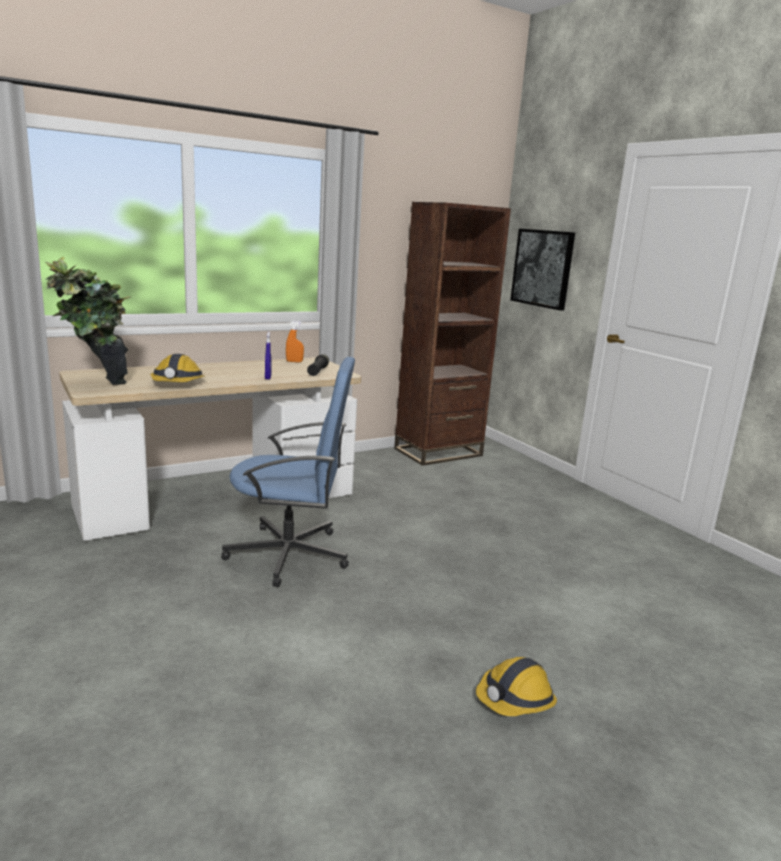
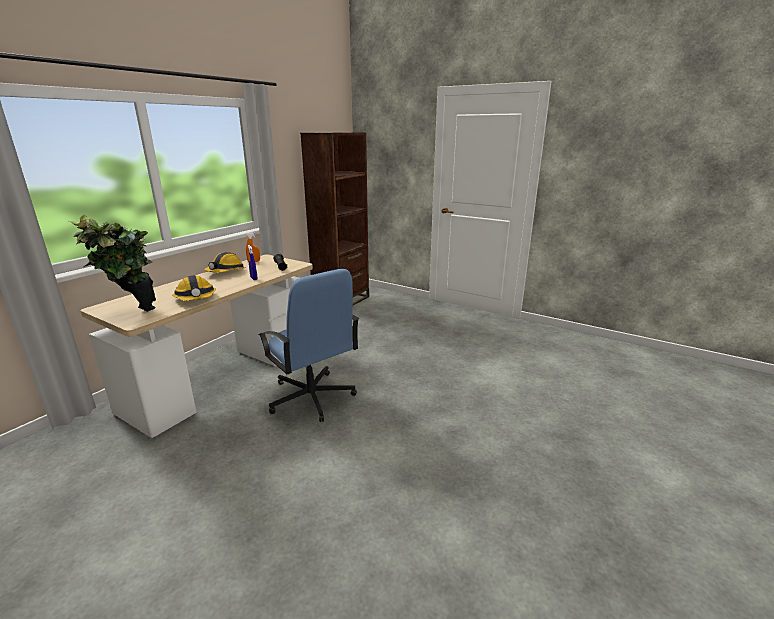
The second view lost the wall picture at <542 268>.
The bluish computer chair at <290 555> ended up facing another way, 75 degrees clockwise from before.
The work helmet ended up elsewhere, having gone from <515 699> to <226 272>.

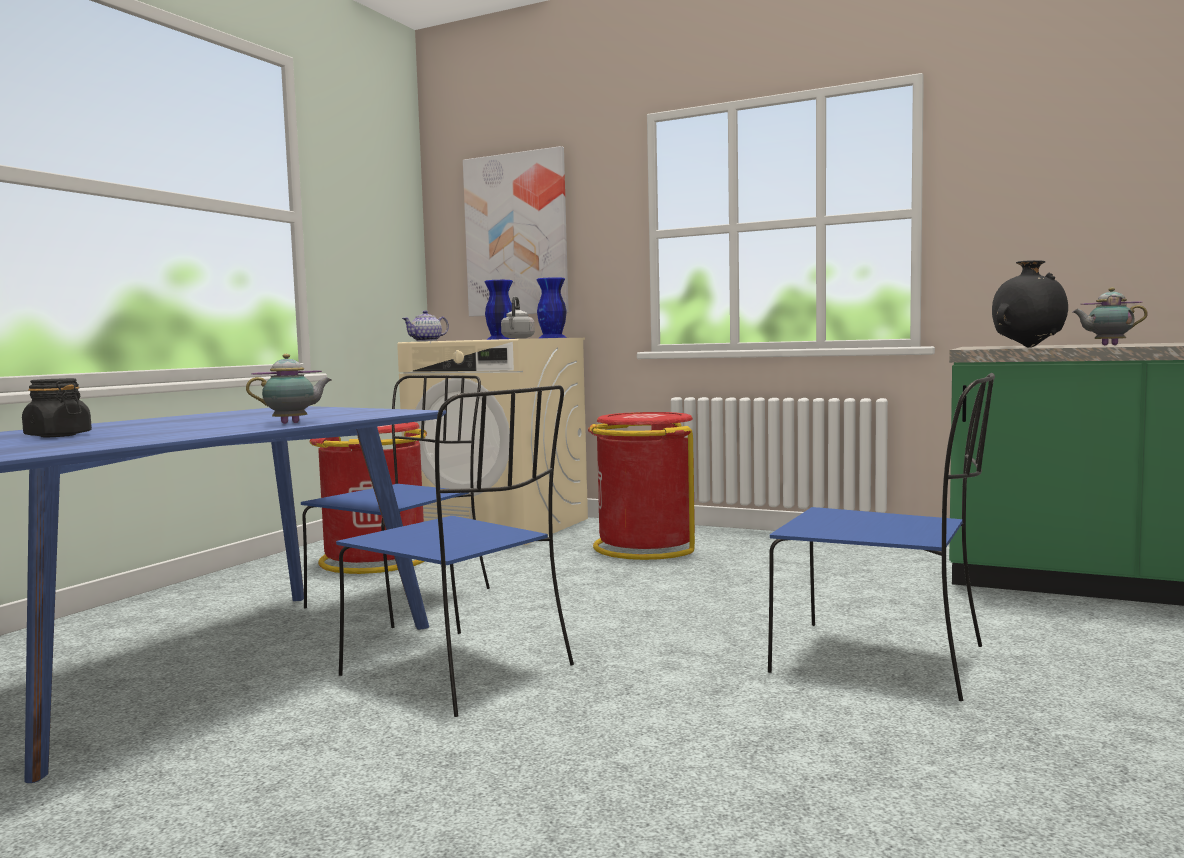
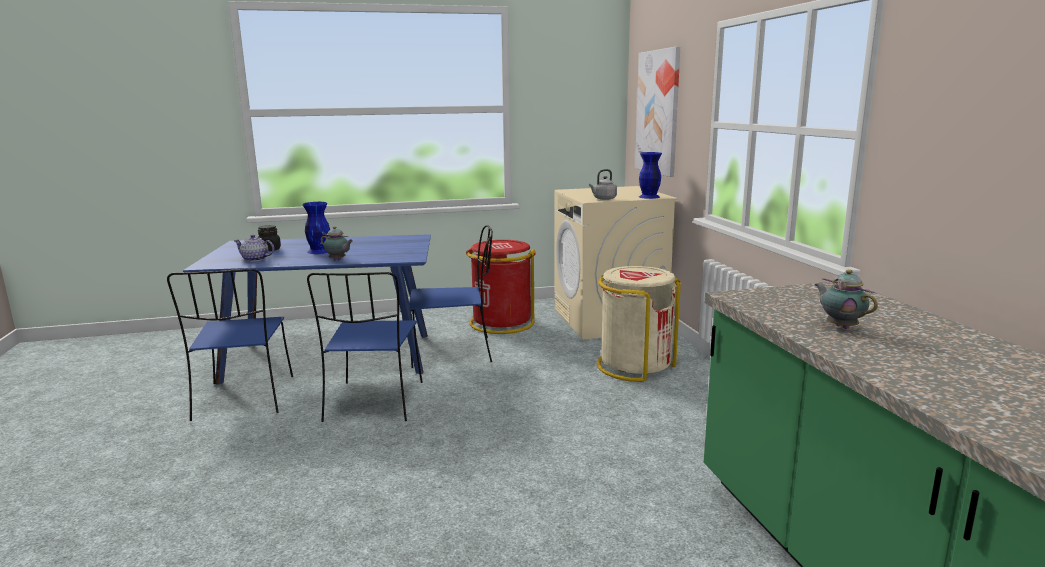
The second view lost the black decorative vase at <1028 347>.
The bluish decorative vase ended up elsewhere, having gone from <500 339> to <319 251>.
The pot for tea ended up elsewhere, having gone from <427 341> to <255 259>.
The bluish plain chair ended up elsewhere, having gone from <884 661> to <244 399>.
What was the reddish trash can at <645 547> turned into the sand-coloured trash can at <634 366>.

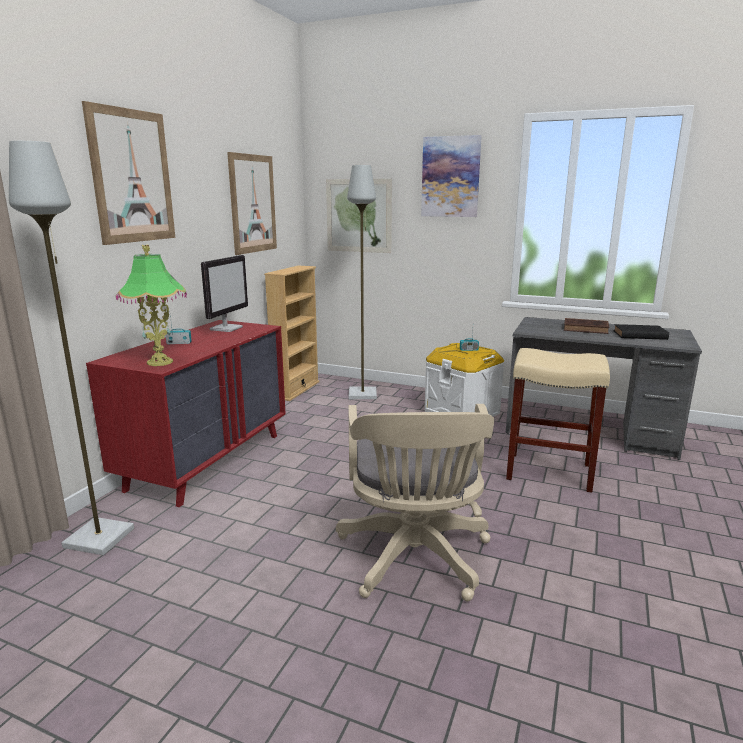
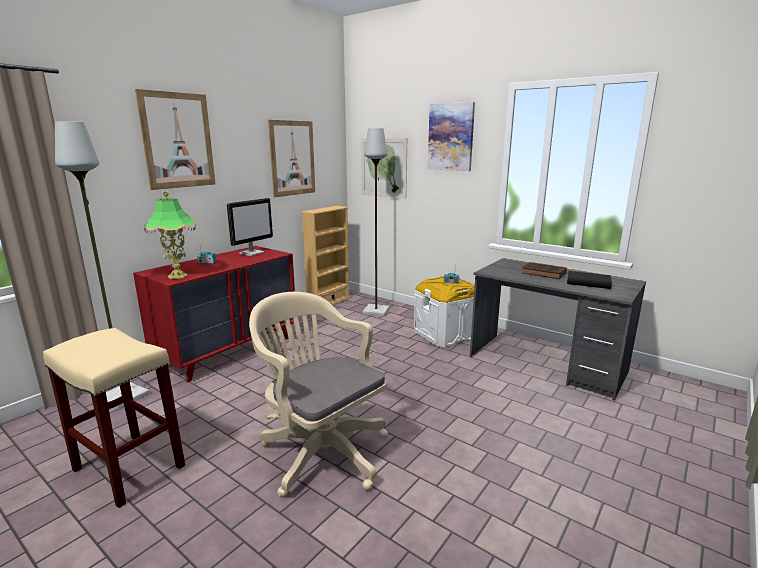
The sand-coloured sitting stool ended up elsewhere, having gone from <547 472> to <127 468>.
The sand-coloured computer chair at <415 560> ended up facing another way, 120 degrees clockwise from before.

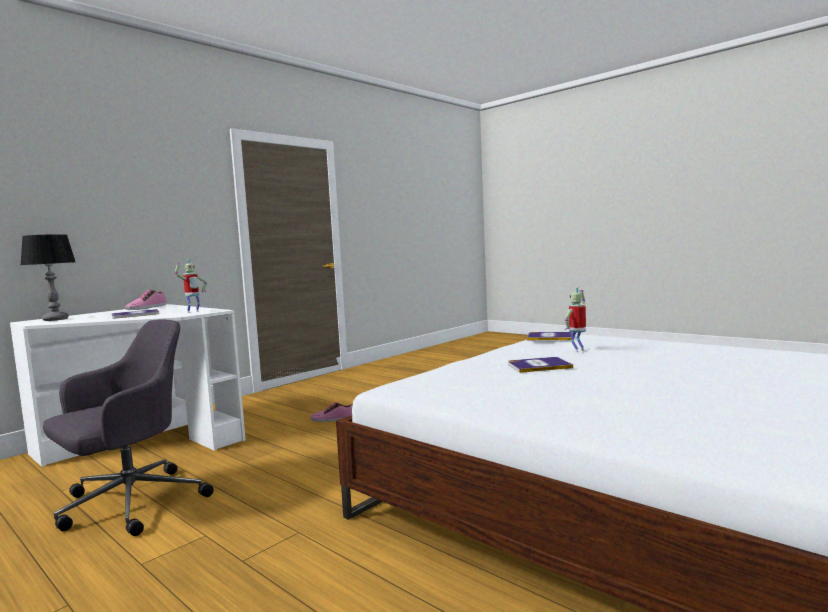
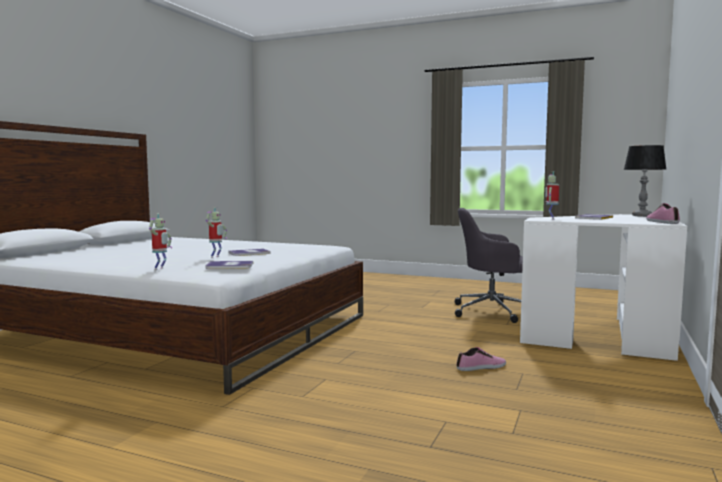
The greyish computer chair at <129 504> ended up facing another way, 75 degrees clockwise from before.
The second view gained the model robot at <160 269>.

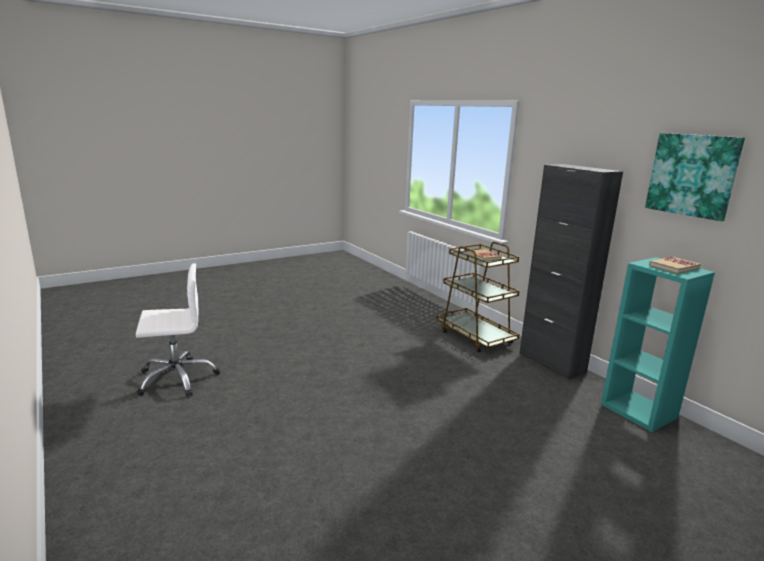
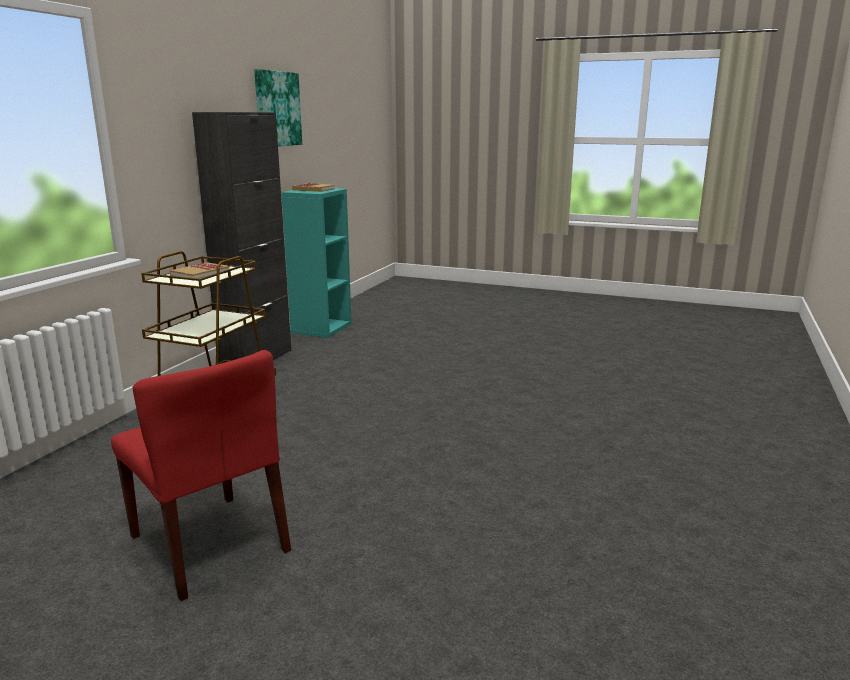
The second view lost the white computer chair at <177 378>.
The second view gained the reddish plain chair at <210 544>.

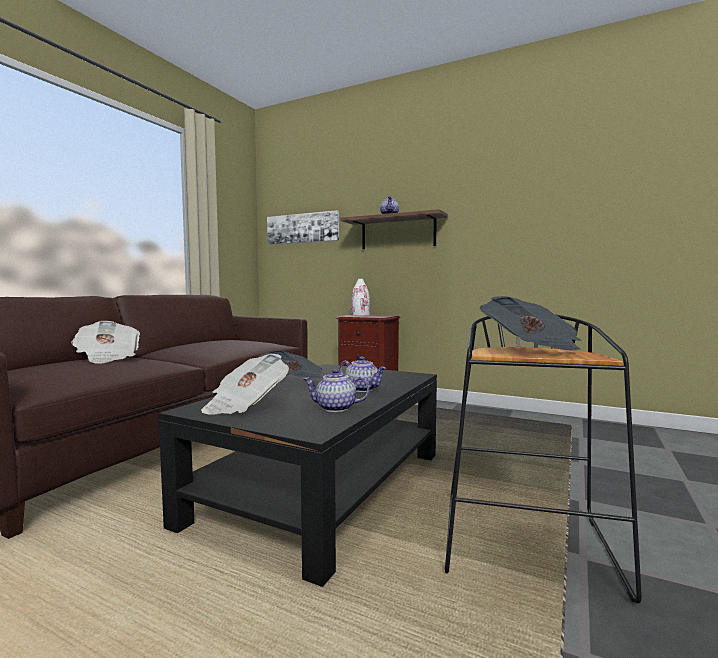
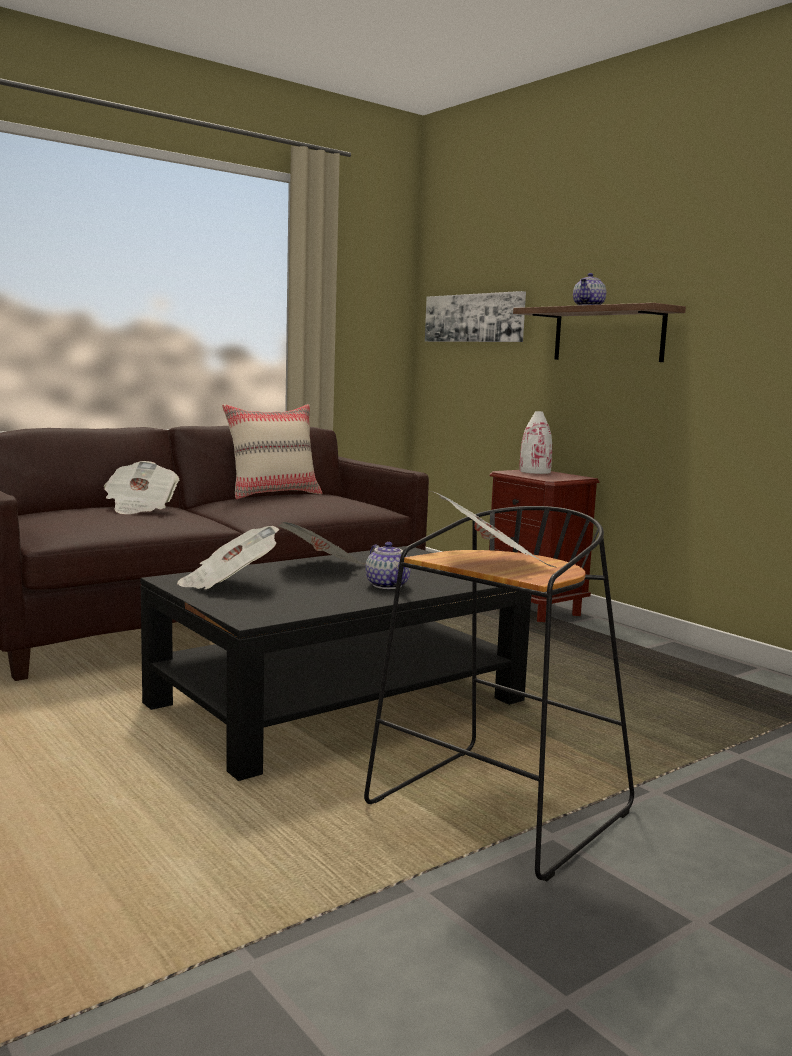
The second view lost the pot for tea at <335 408>.
The second view gained the sand-coloured throw pillow at <273 494>.

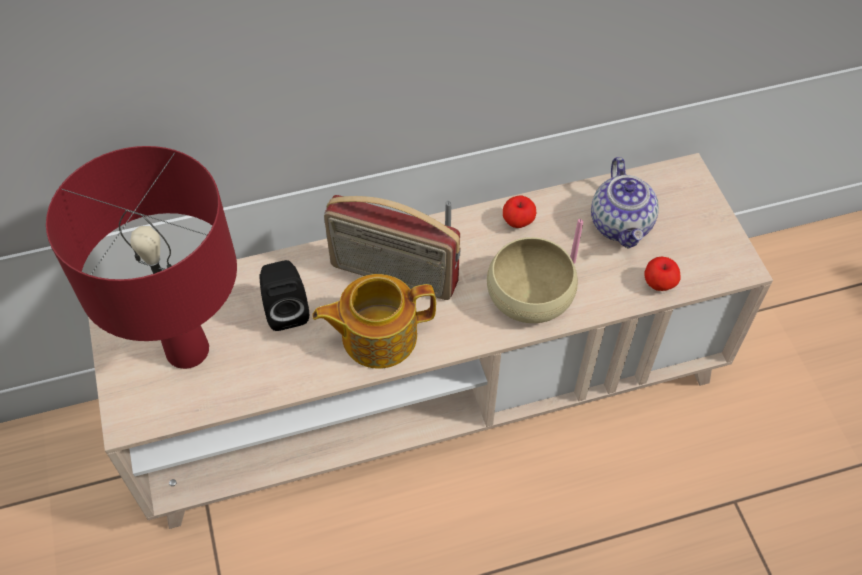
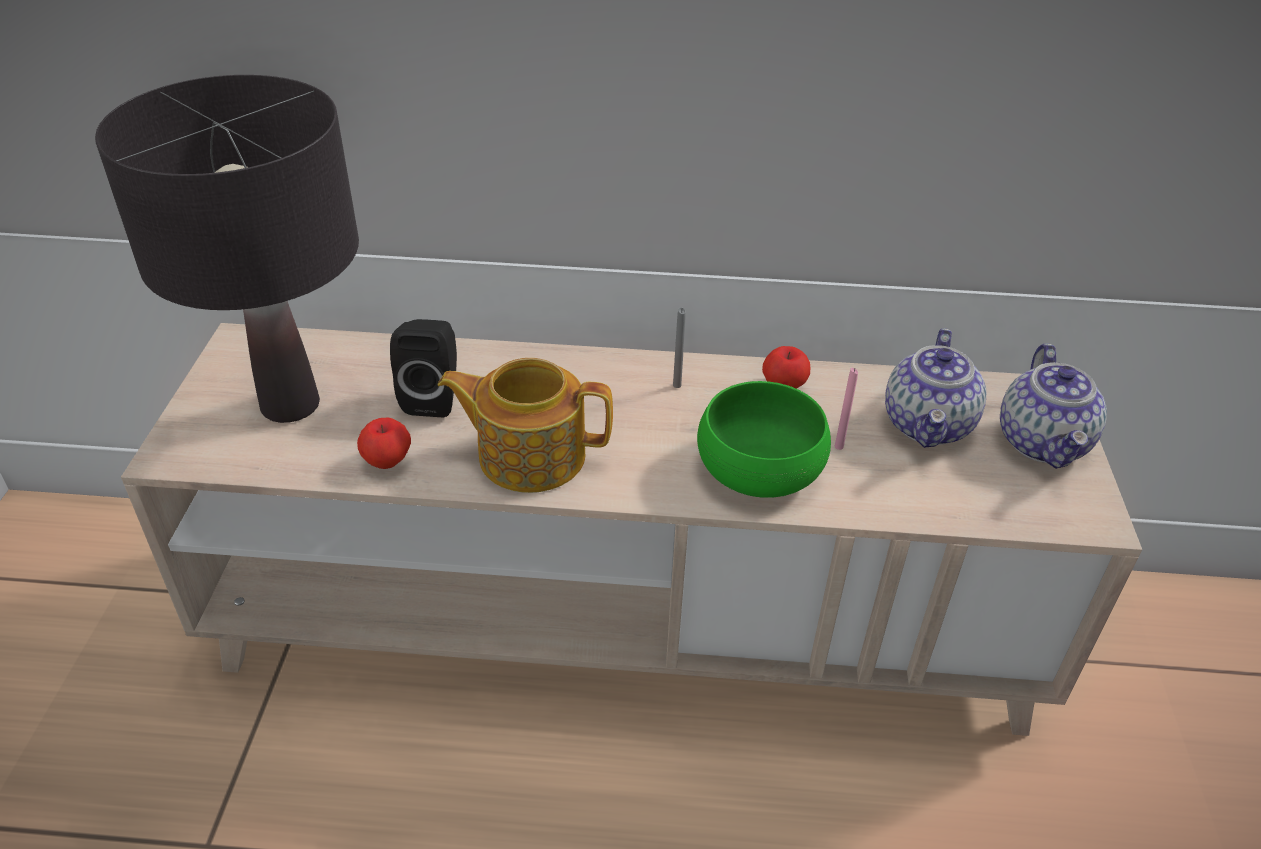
What was the reddish table lamp at <187 350> turned into the black table lamp at <290 404>.
The second view lost the radio at <393 276>.
What was the sand-coloured serving bowl at <529 296> turned into the green serving bowl at <759 468>.
The apple ended up elsewhere, having gone from <659 283> to <387 461>.
The second view gained the pot for tea at <1043 443>.

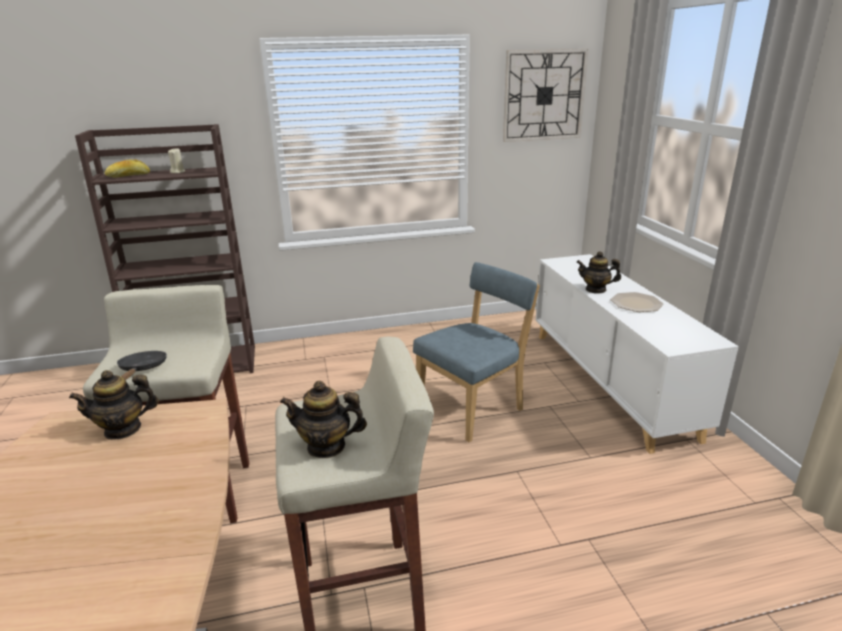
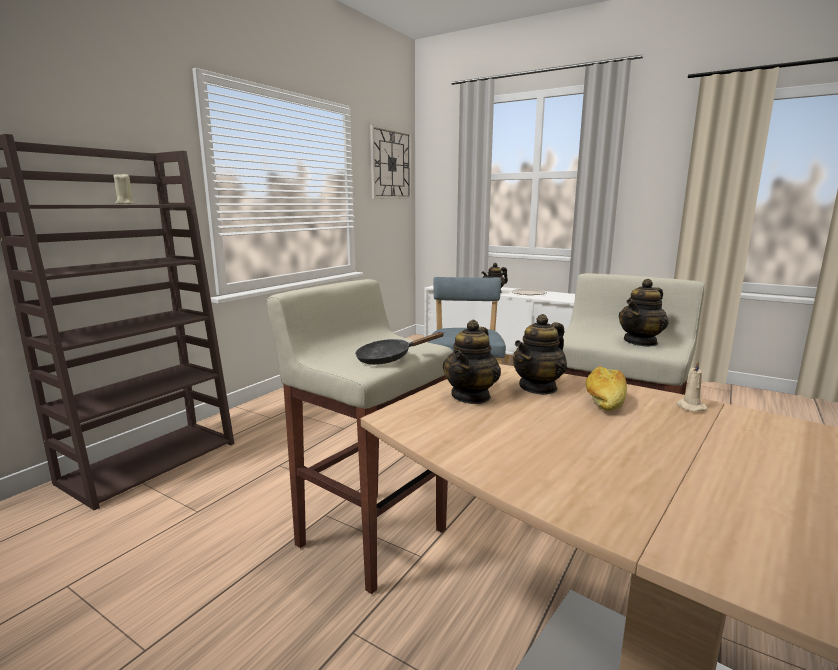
The bakery bread ended up elsewhere, having gone from <128 176> to <603 400>.
The black frying pan at <142 369> ended up facing another way, 60 degrees counterclockwise from before.
The second view gained the pot for tea at <538 387>.
The second view gained the sand-coloured wax candle at <689 407>.

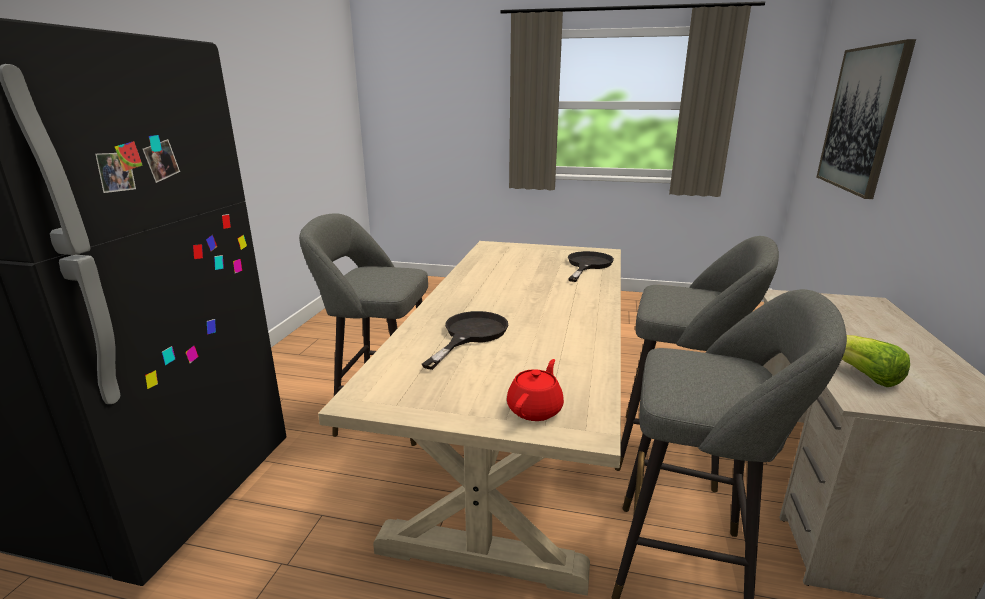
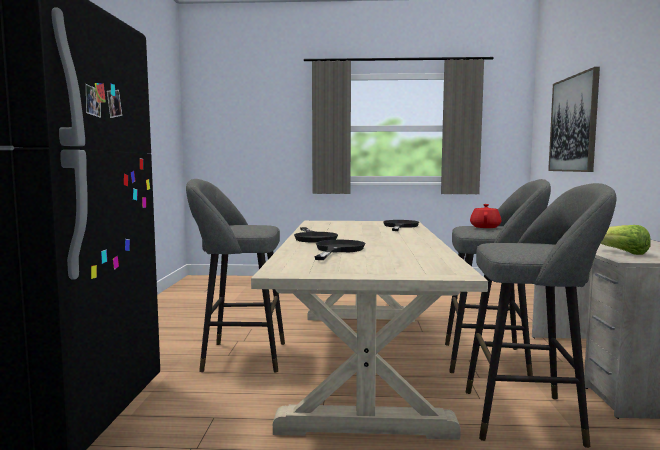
The reddish pot for tea ended up elsewhere, having gone from <535 409> to <485 227>.
The second view gained the black frying pan at <314 238>.

